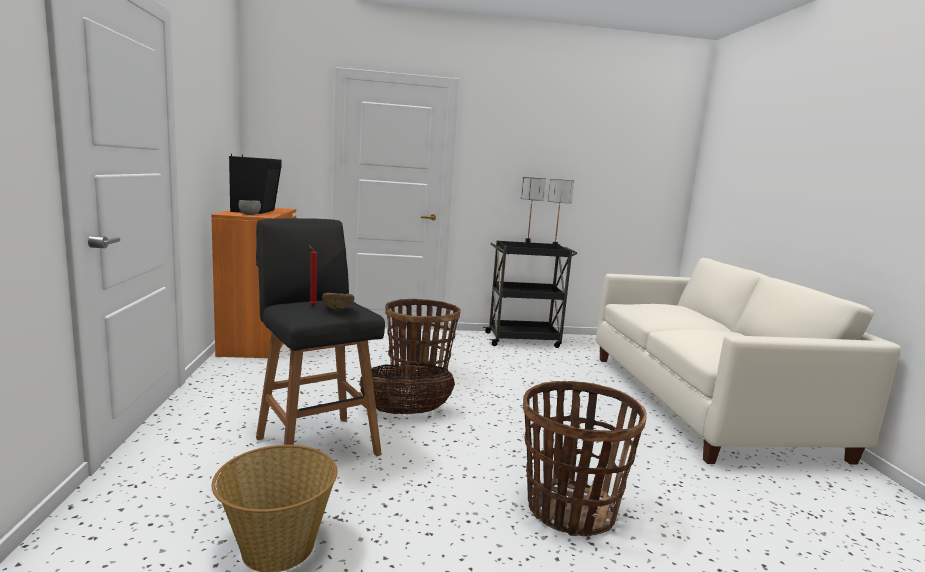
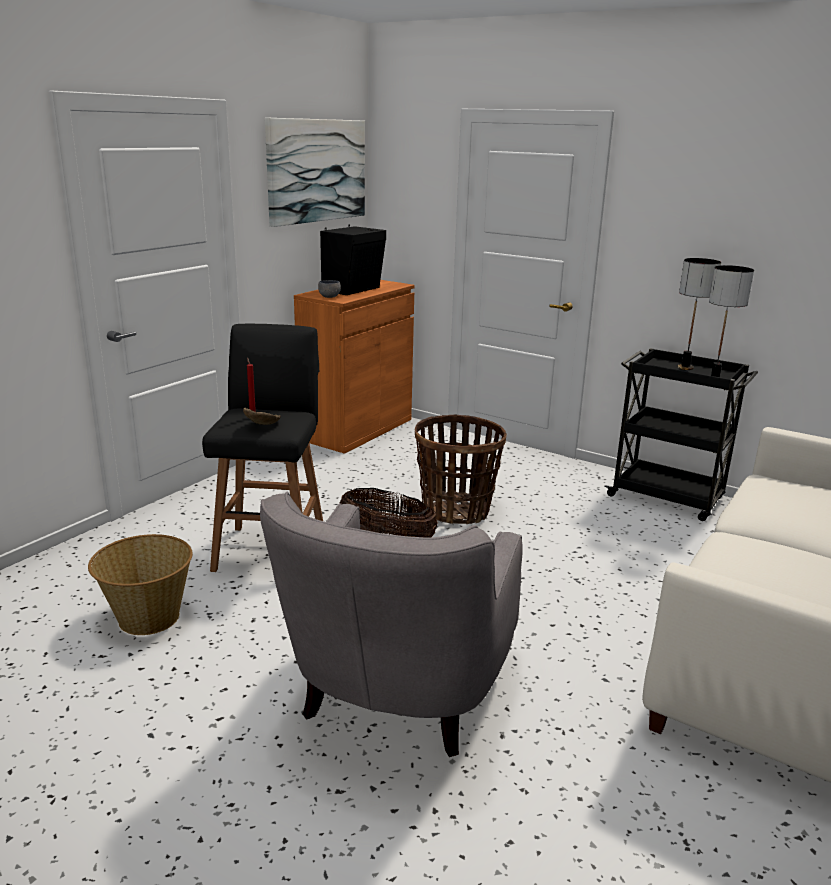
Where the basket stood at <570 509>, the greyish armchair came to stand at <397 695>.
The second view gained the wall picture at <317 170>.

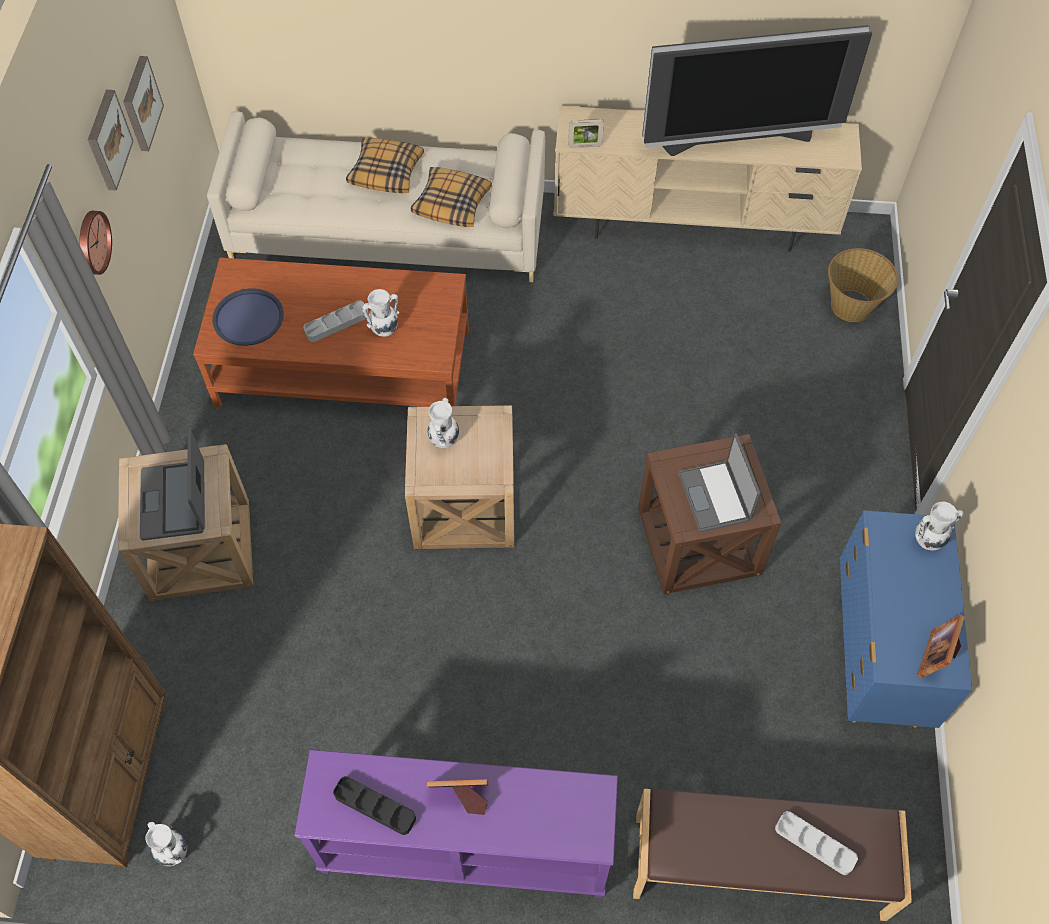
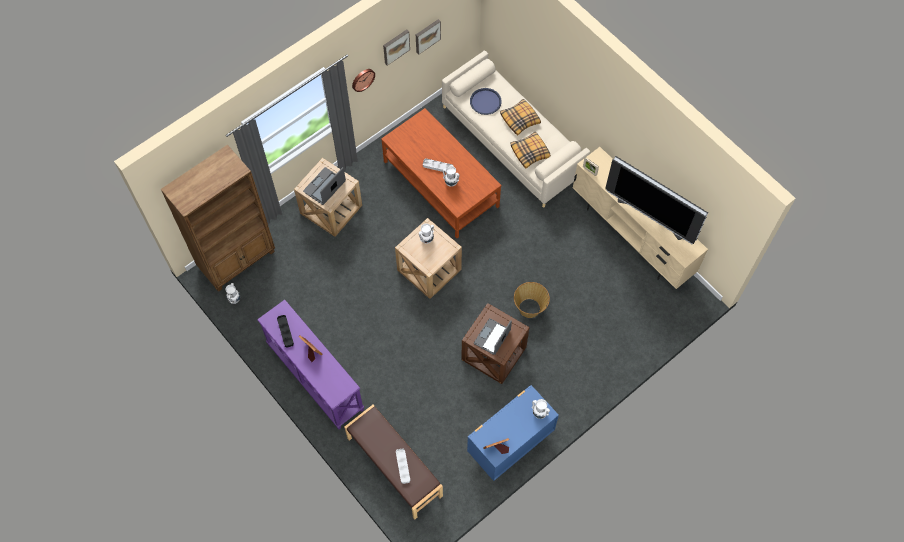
The basket ended up elsewhere, having gone from <851 305> to <530 308>.
The bluish carrying tray ended up elsewhere, having gone from <248 318> to <485 101>.

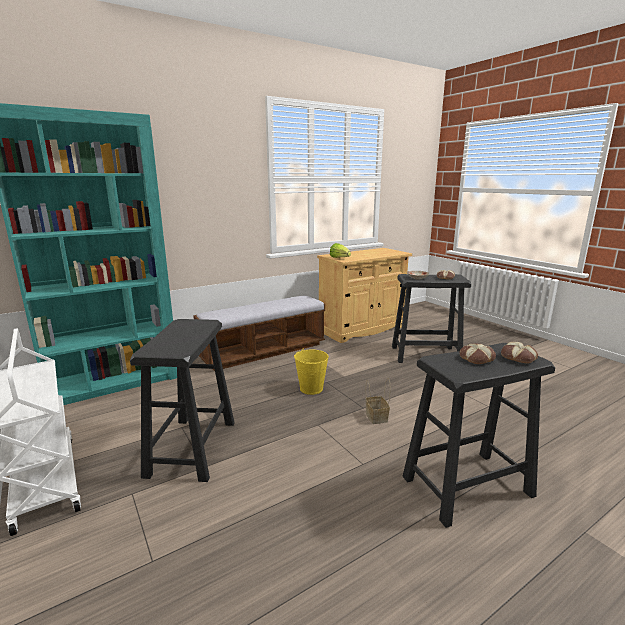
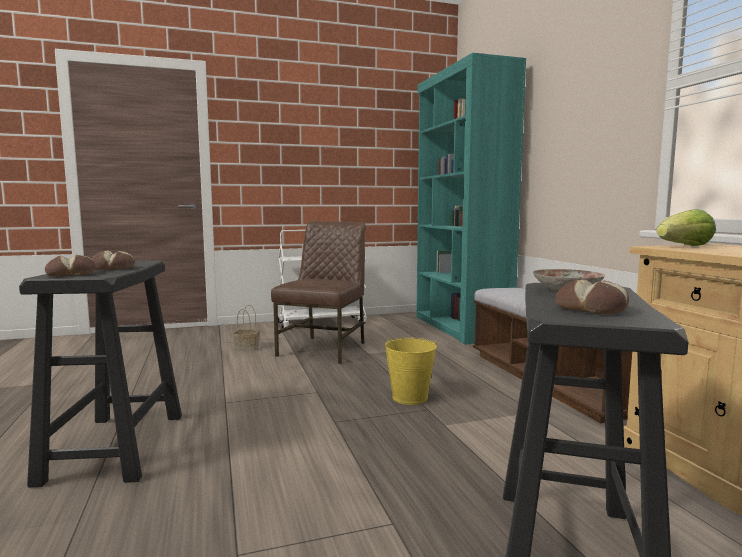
Where the black sitting stool stood at <192 447>, the brownish plain chair came to stand at <324 349>.
The basket ended up elsewhere, having gone from <375 417> to <248 348>.

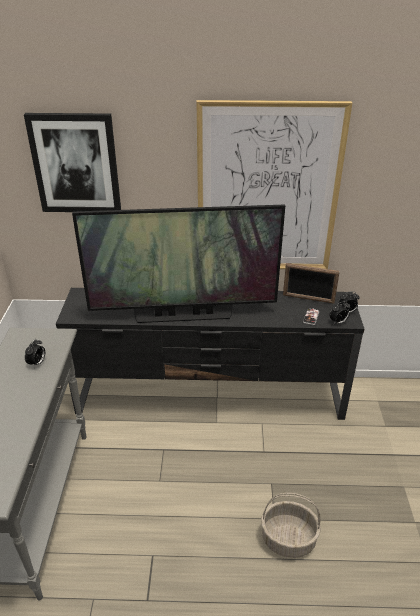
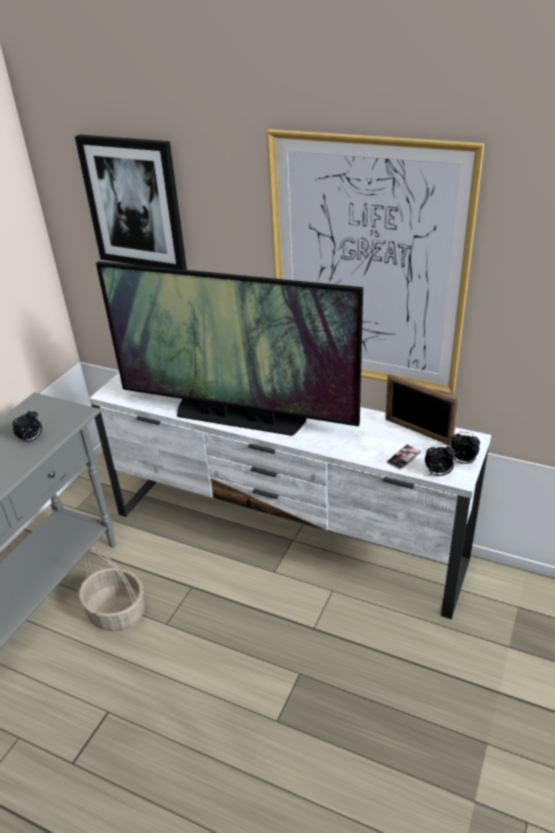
What was the black tv stand at <211 396> turned into the white tv stand at <286 537>.
The basket ended up elsewhere, having gone from <289 539> to <117 612>.

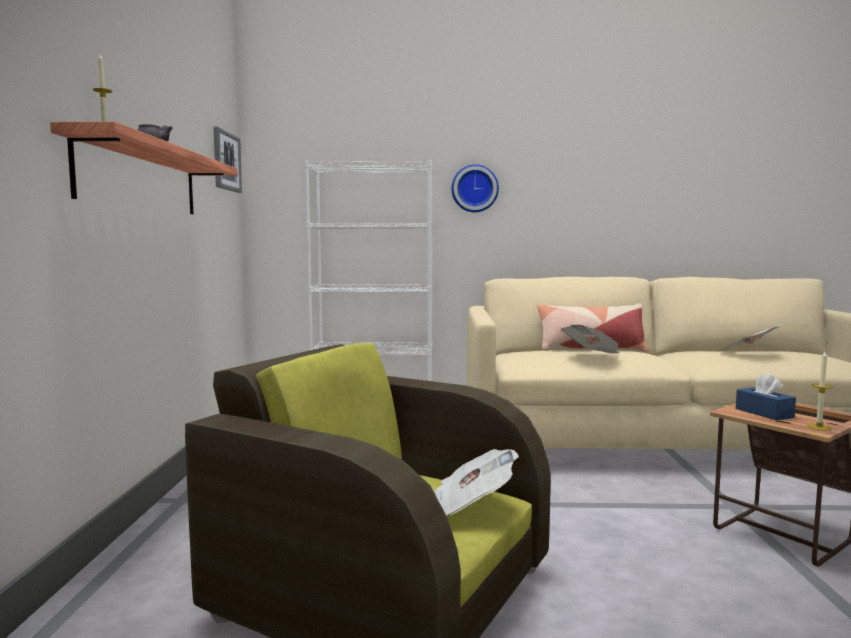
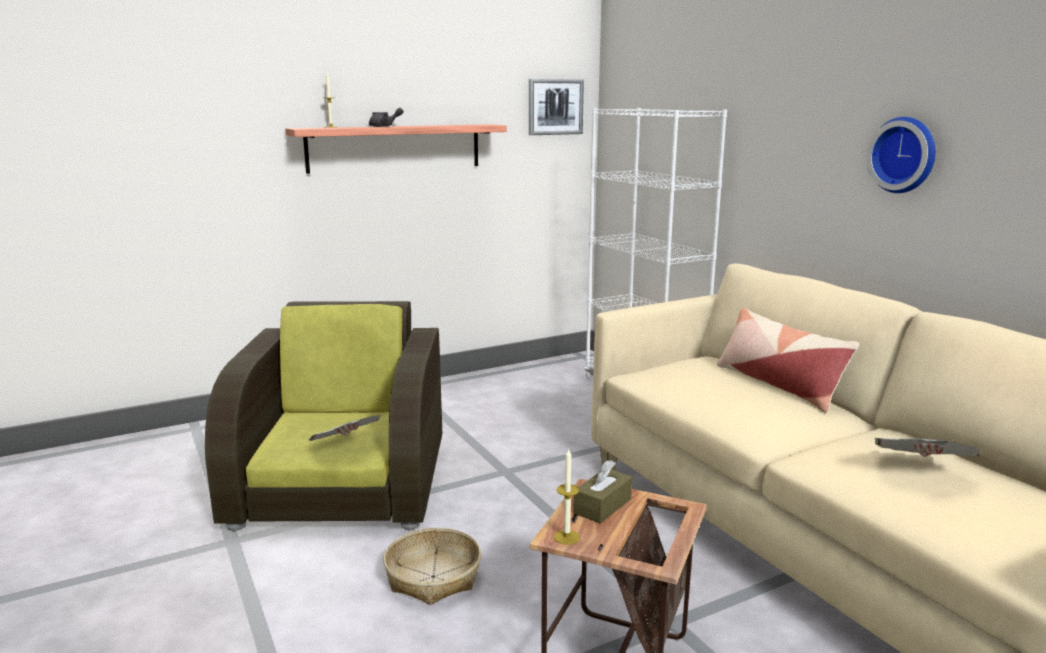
The wall clock ended up elsewhere, having gone from <474 188> to <904 155>.
The second view lost the newspaper at <592 356>.
What was the bluish tissue holder at <764 413> turned into the brownish tissue holder at <602 506>.
The second view gained the basket at <433 577>.

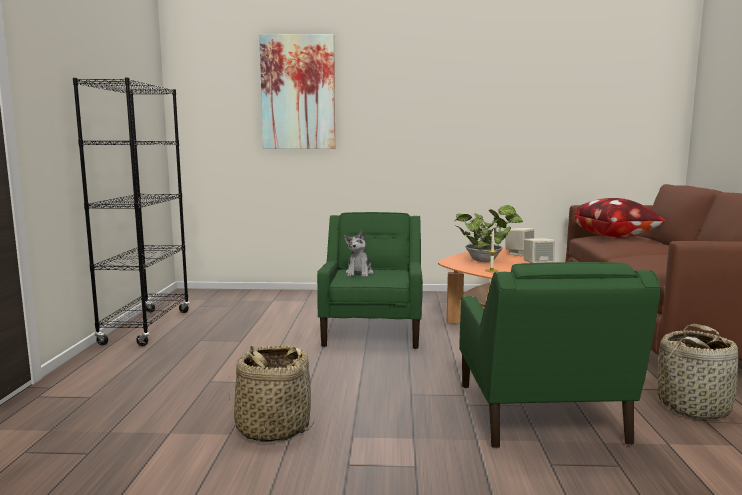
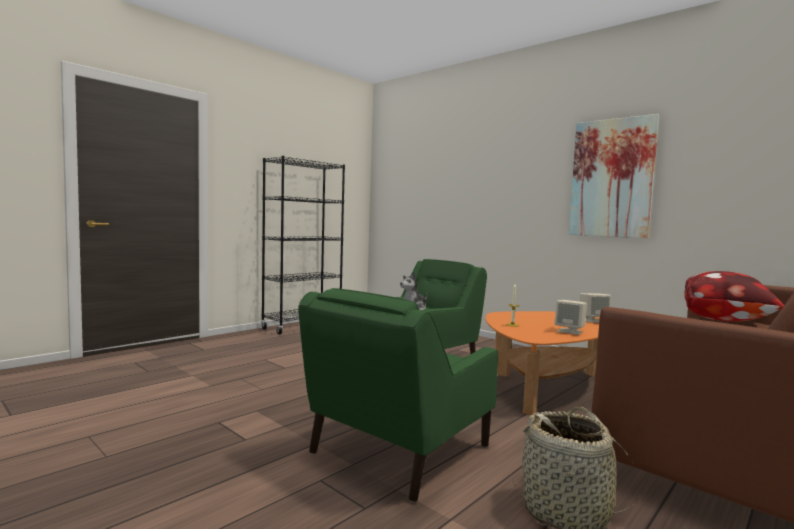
The wall picture ended up elsewhere, having gone from <298 92> to <611 178>.
The second view lost the houseplant at <486 260>.
The second view lost the basket at <272 428>.

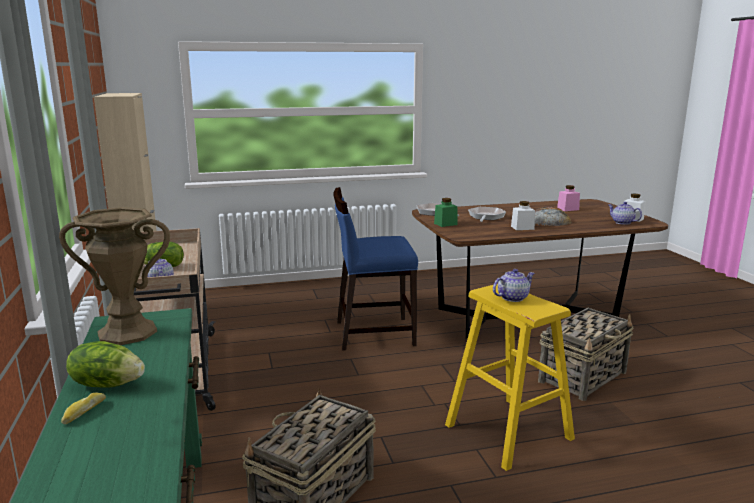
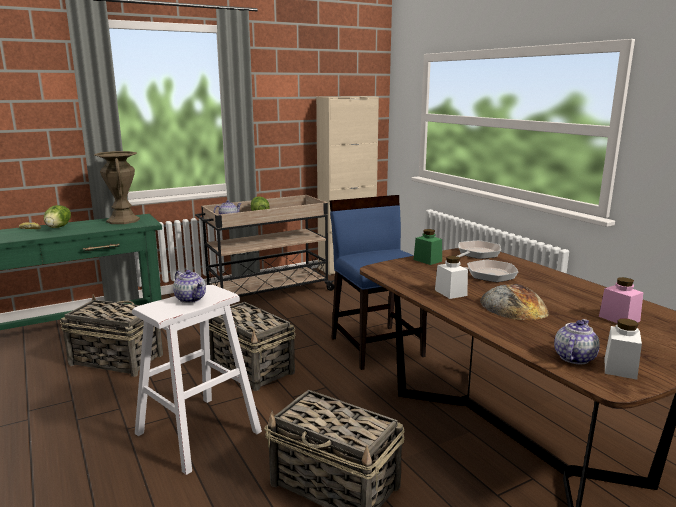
What was the yellow sitting stool at <508 432> turned into the white sitting stool at <198 432>.
The second view gained the basket at <252 368>.

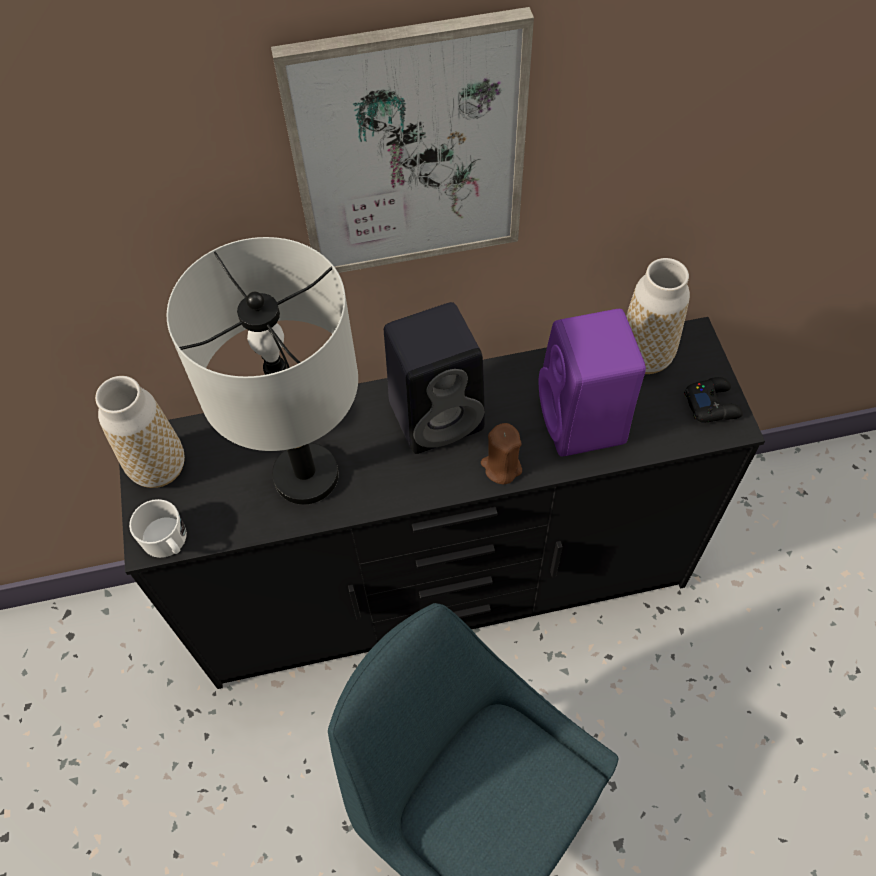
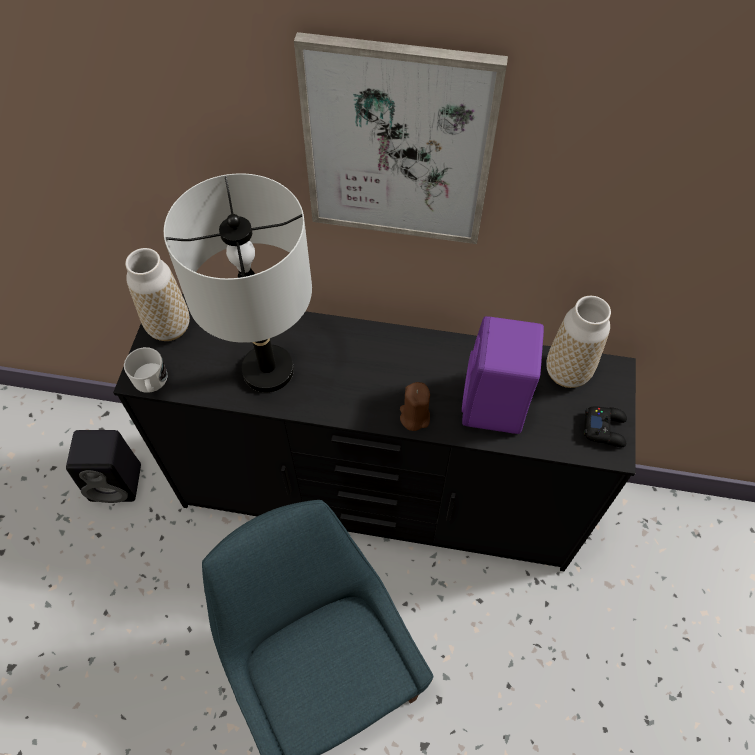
The black loudspeaker ended up elsewhere, having gone from <439 414> to <118 482>.

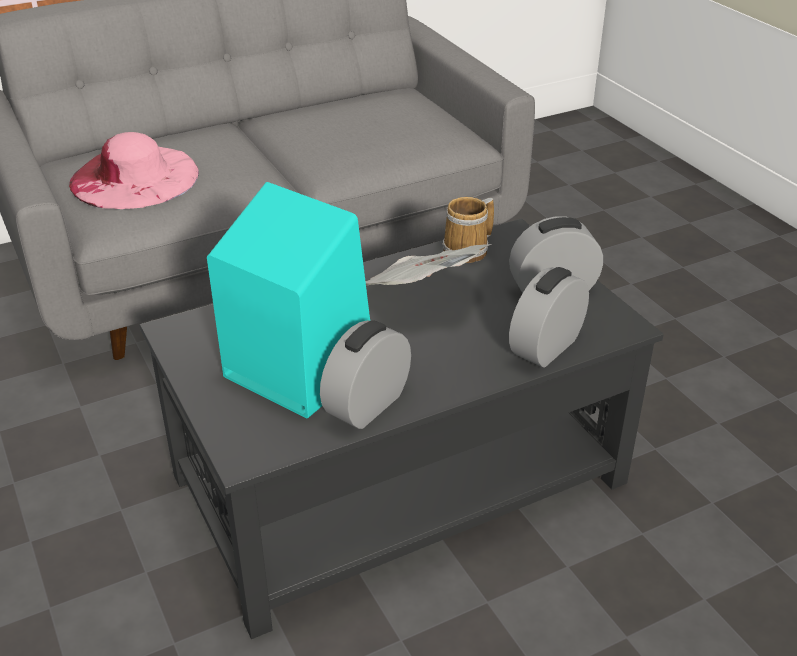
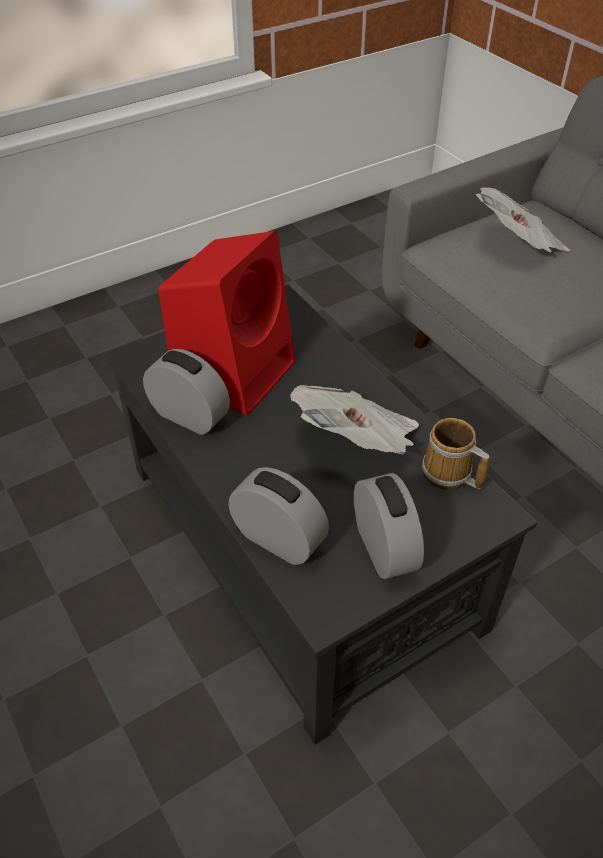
Where the pink-coloured clothing hat stood at <134 177>, the newspaper came to stand at <518 244>.
What was the blue-green loudspeaker at <295 368> turned into the reddish loudspeaker at <236 370>.

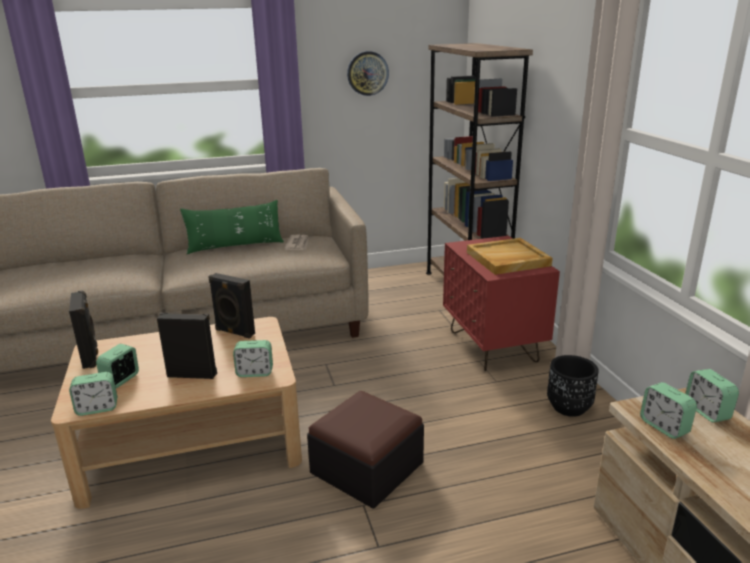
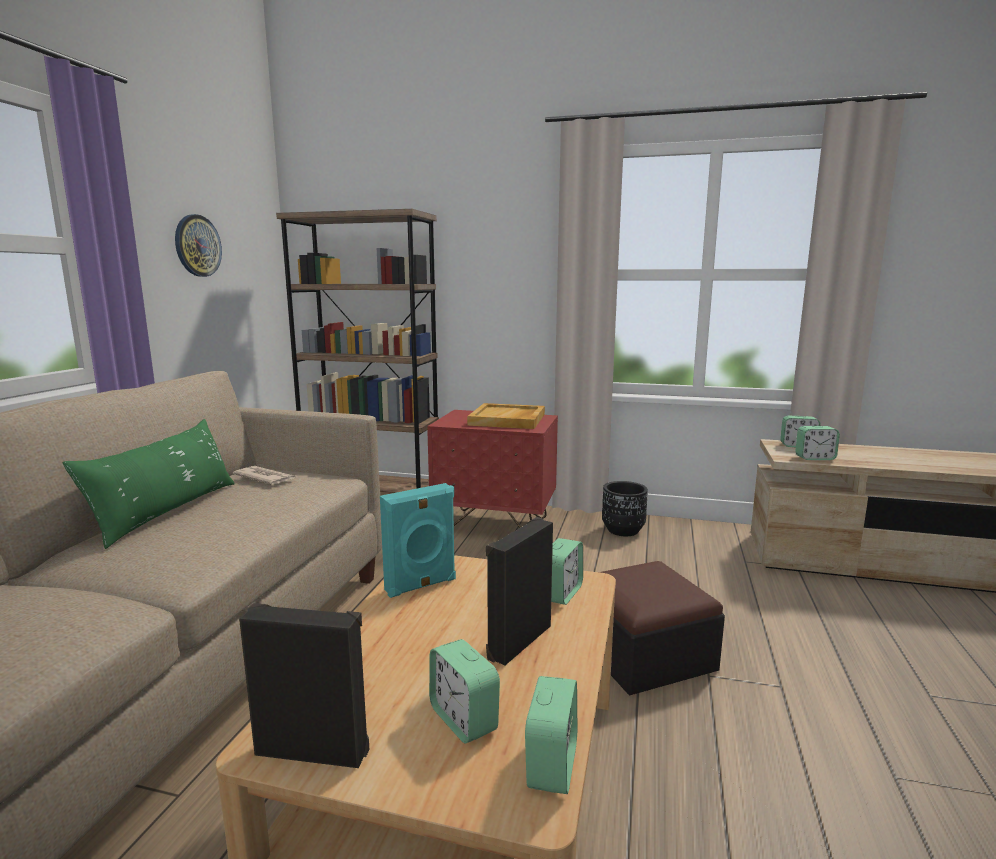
What was the black loudspeaker at <234 332> turned into the blue-green loudspeaker at <421 586>.

